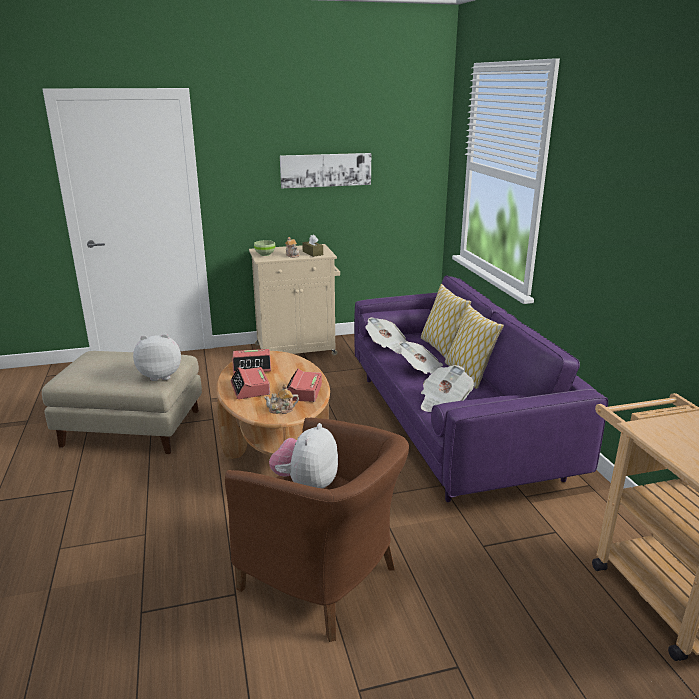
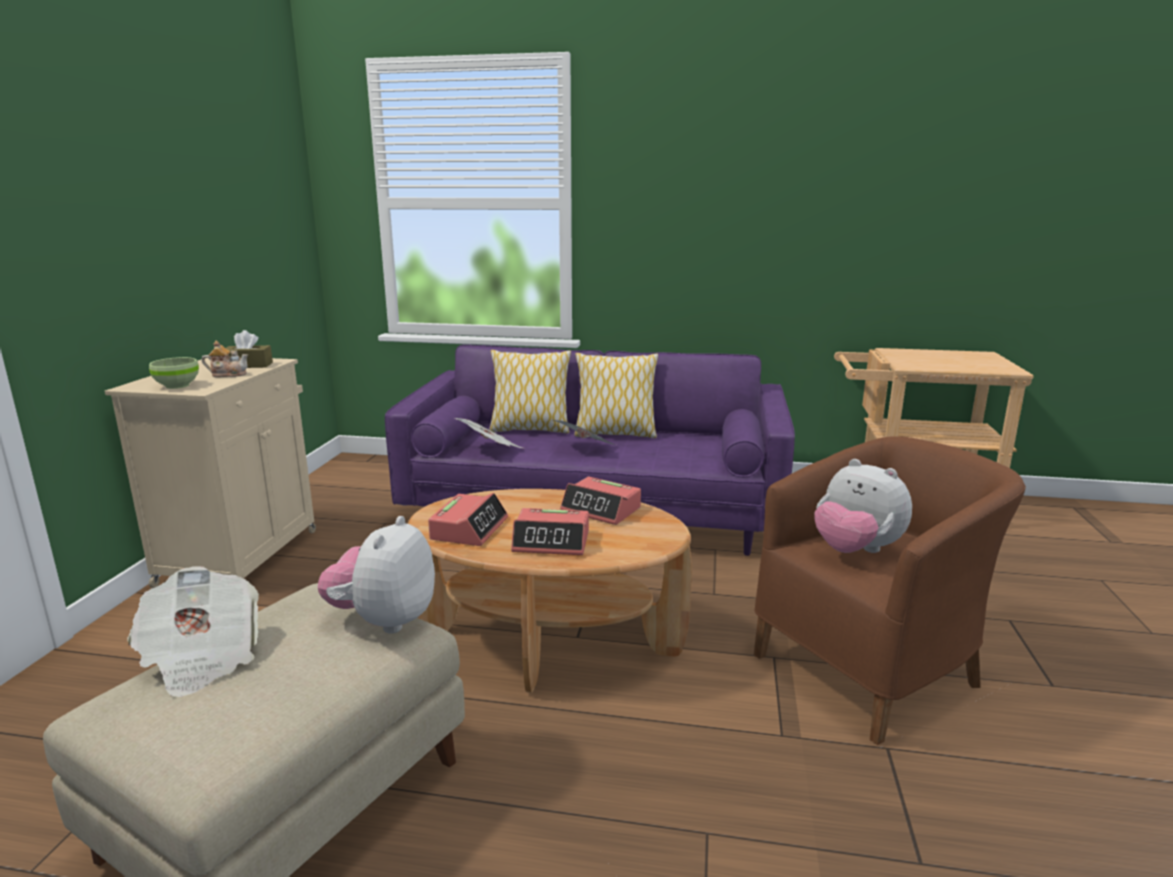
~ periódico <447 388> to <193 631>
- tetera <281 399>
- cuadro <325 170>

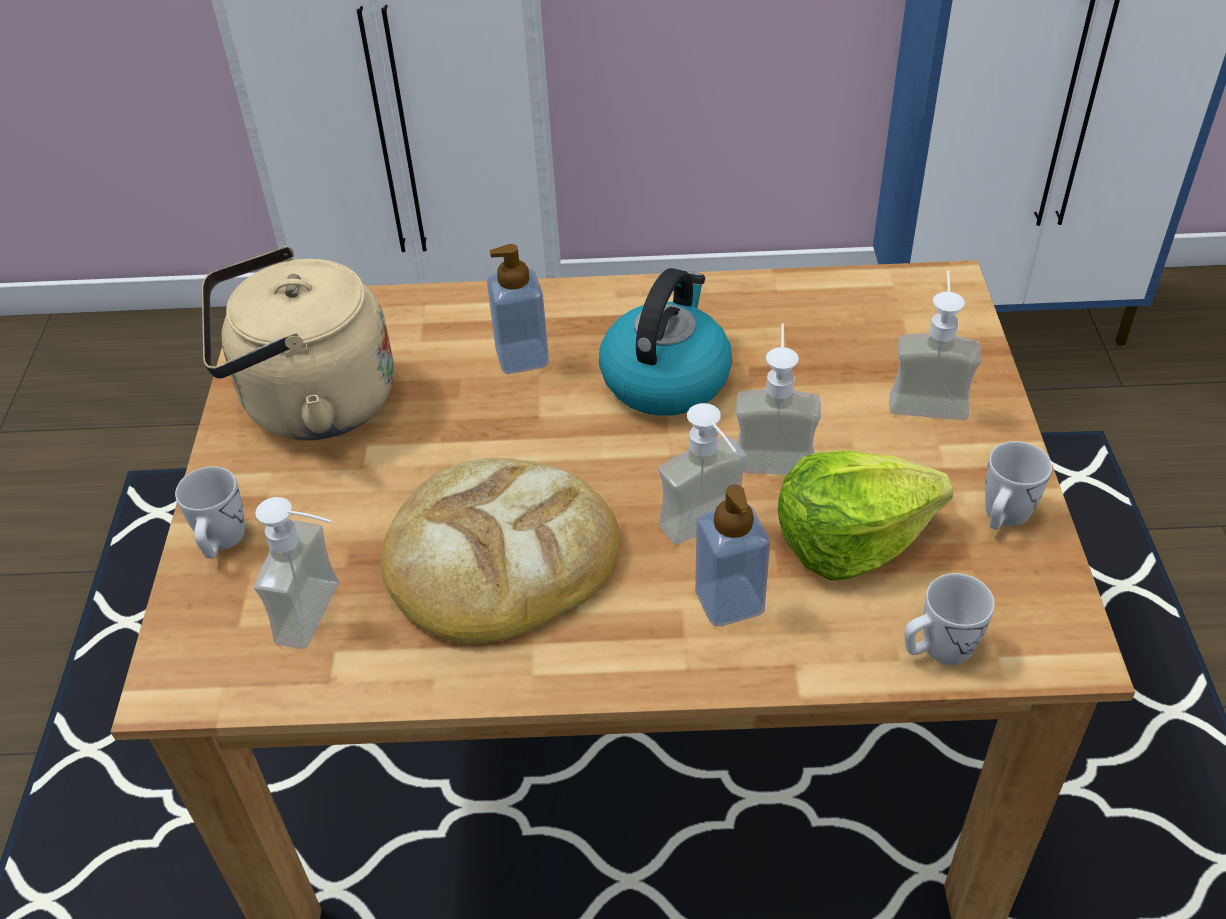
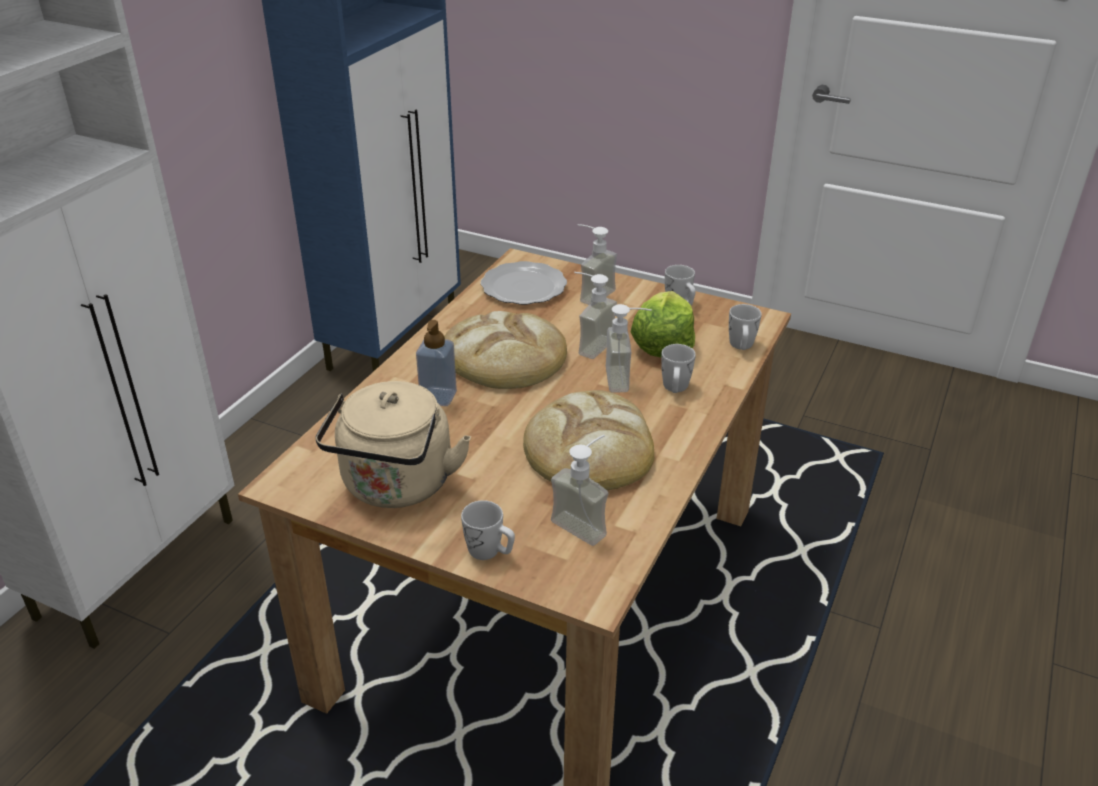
~ hervidor <665 342> to pan <505 350>
+ plato <524 283>
~ dispensador de jabón <732 555> to taza grande [blanco] <678 368>

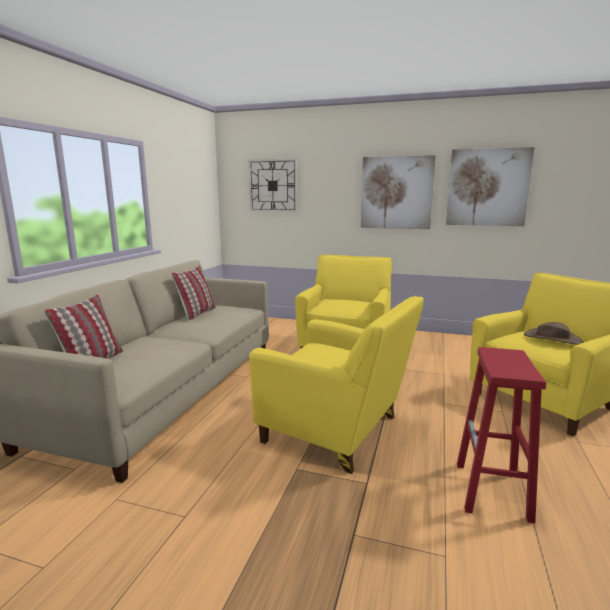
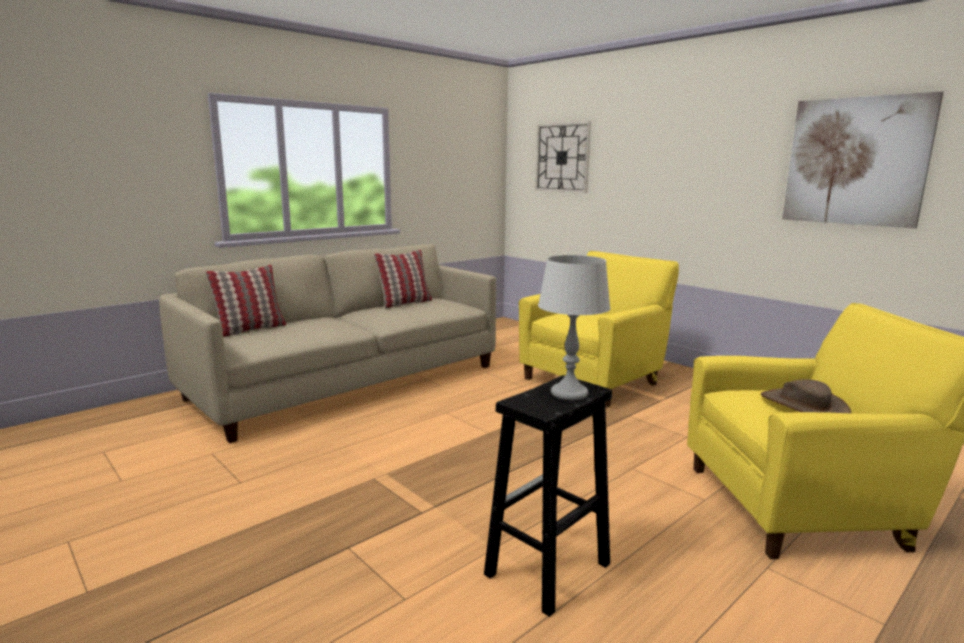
~ taburete [rojo] <501 435> to taburete [negro] <548 496>
+ lámpara de mesa [gris] <574 327>
- sillón [amarillo] <336 385>
- cuadro <398 192>

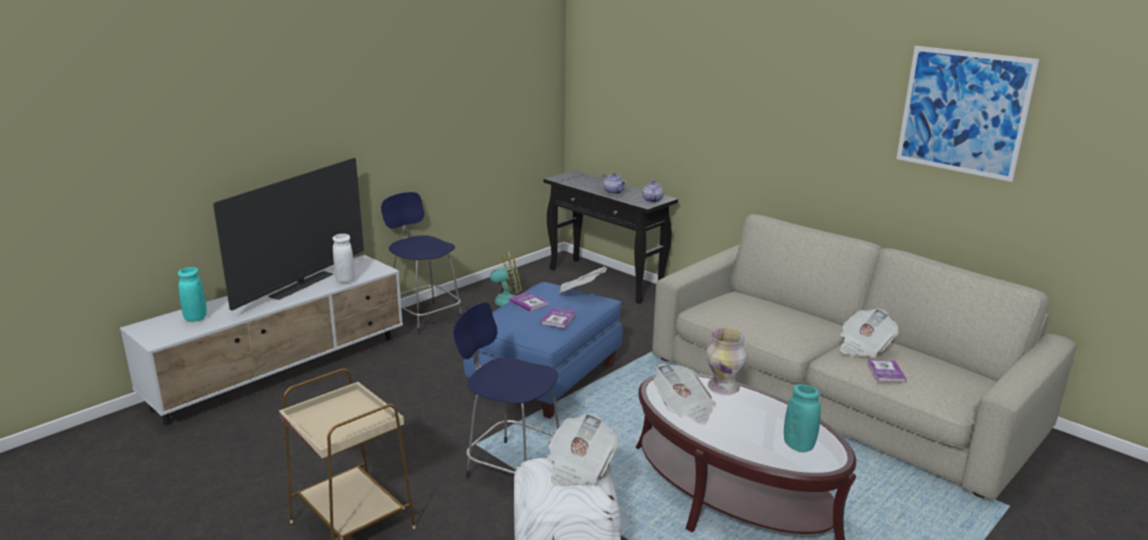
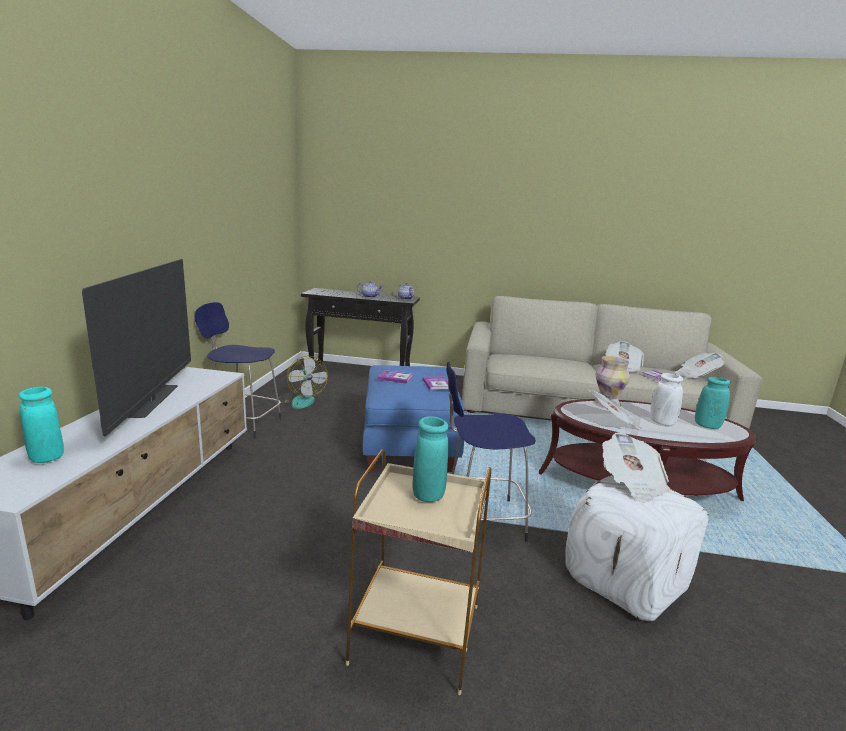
~ ventilador <500 278> = <301 382> 105 degrees clockwise
+ florero [turquesa] <431 459>
~ florero [blanco] <344 258> to <666 399>
~ periódico <583 279> to <699 365>
- cuadro <968 114>

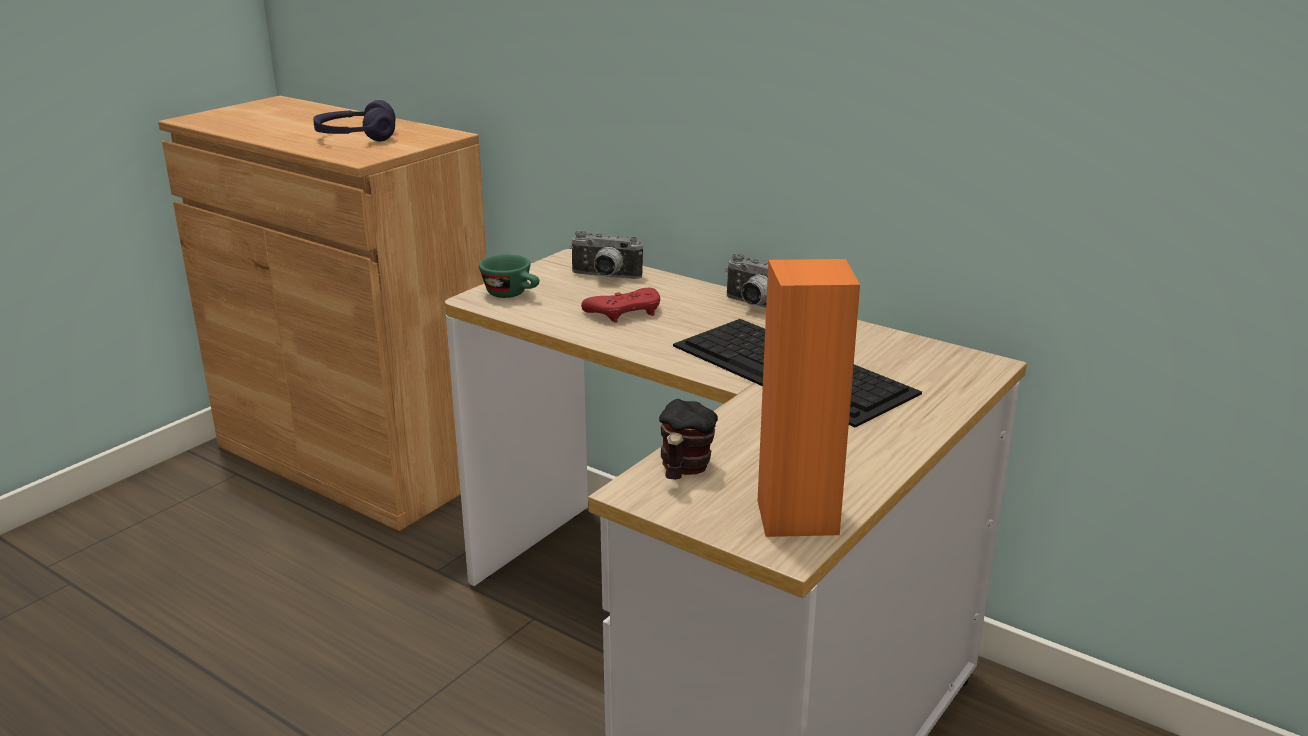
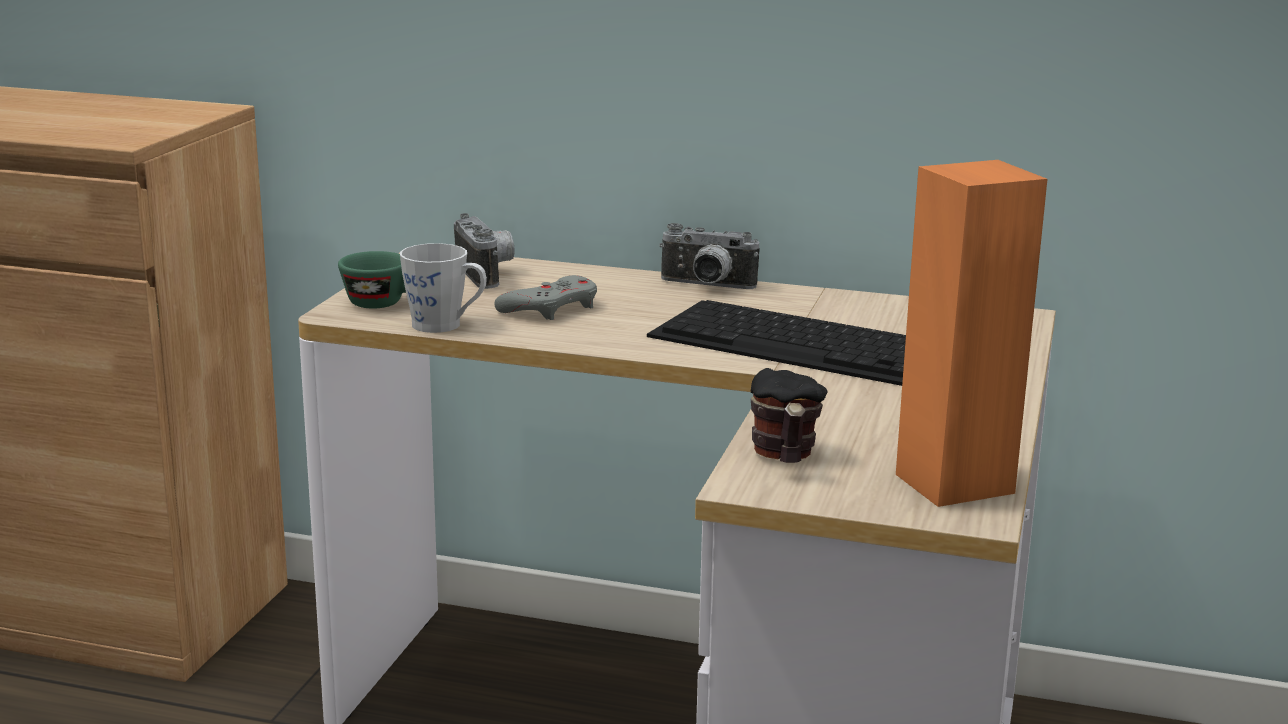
+ taza grande [gris] <443 288>
~ cámara <606 255> = <484 251> 105 degrees counterclockwise
~ mando de consola [rojo] <620 305> to mando de consola [gris] <545 297>
- auriculares [morado] <354 120>

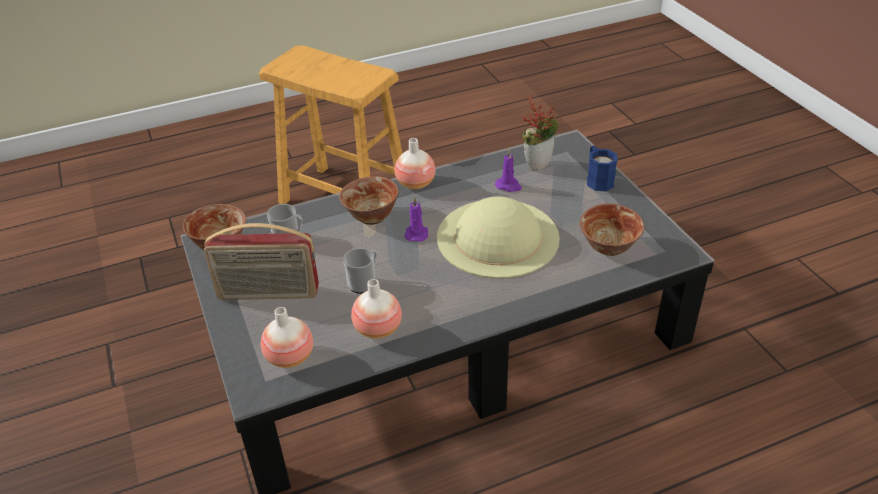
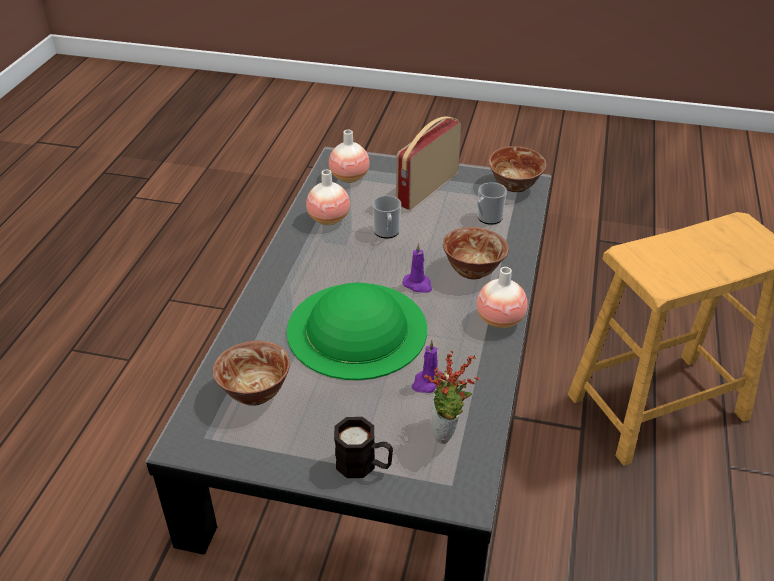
~ sombrero [beis] <498 237> to sombrero [verde] <357 331>
~ taza grande [azul] <602 168> to taza grande [negro] <363 447>

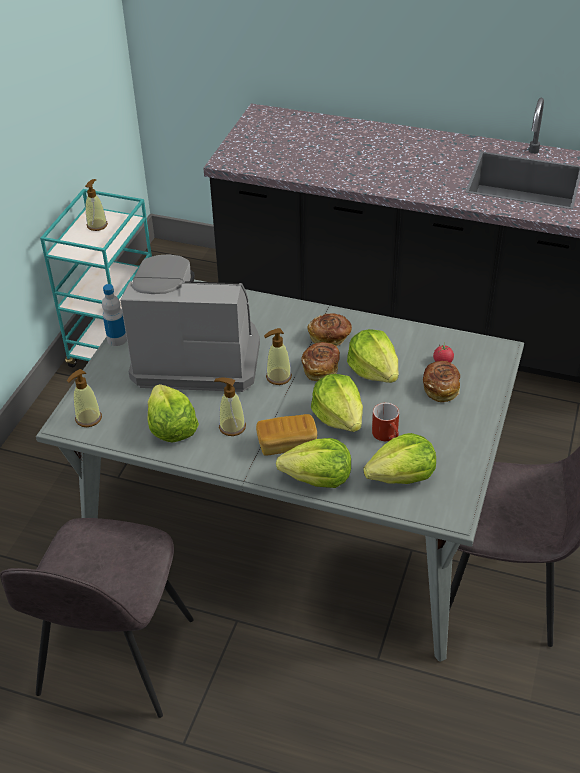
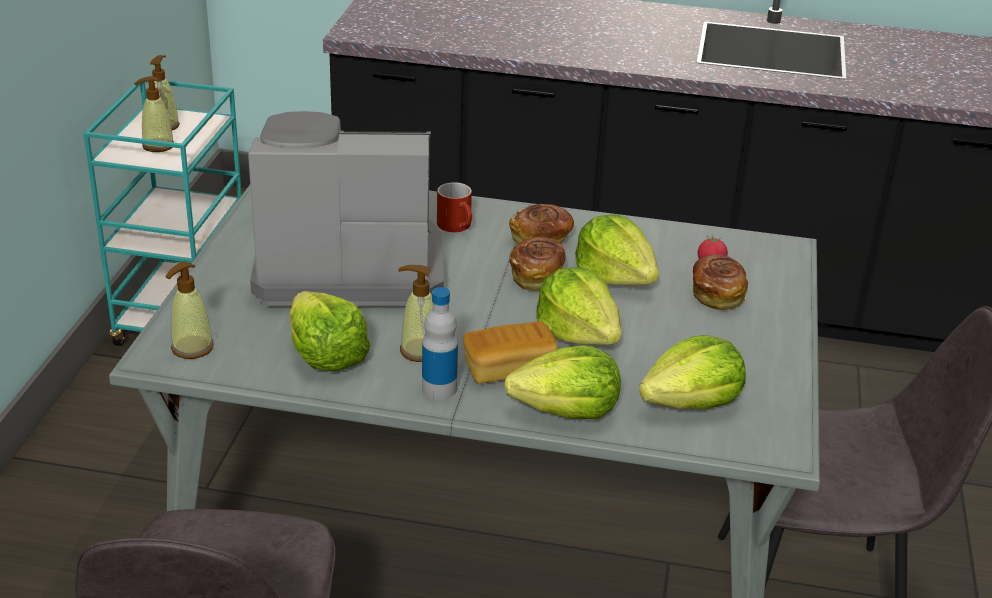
~ dispensador de jabón <278 356> to <154 114>
~ botella <114 315> to <440 343>
~ taza grande [rojo] <385 422> to <454 207>

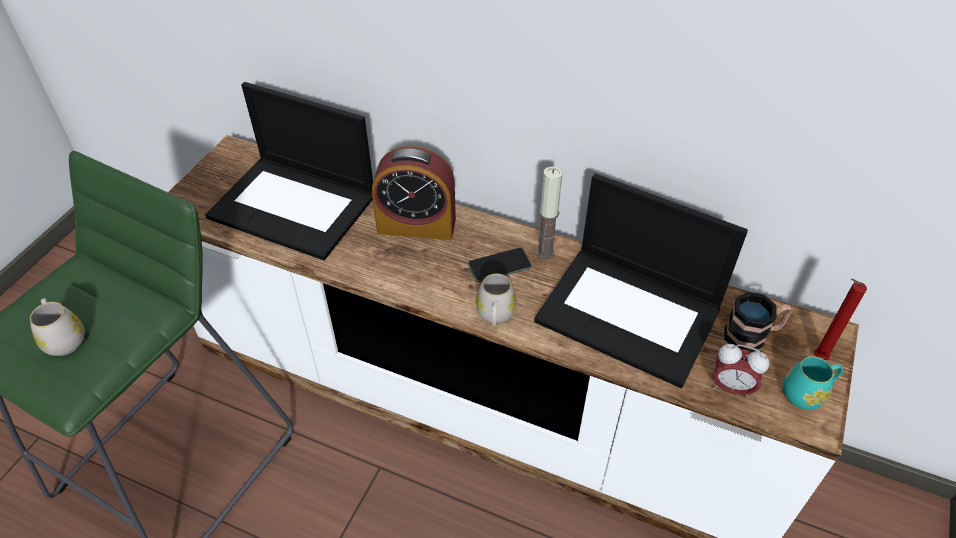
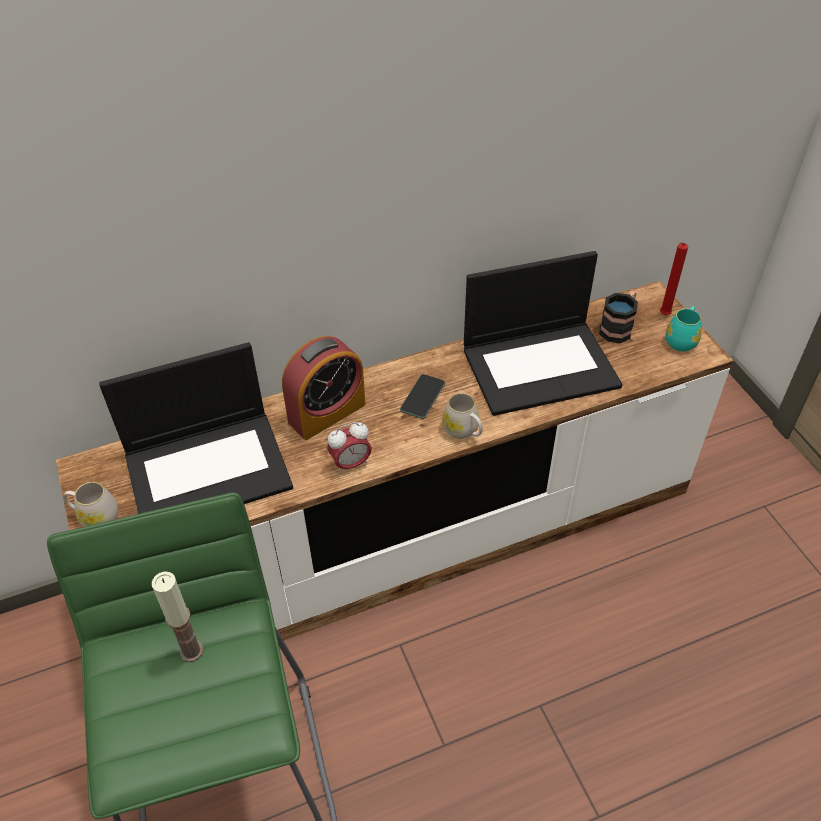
~ taza grande [blanco] <57 327> to <90 504>
~ vela <549 213> to <177 616>
~ despertador <741 371> to <349 448>

